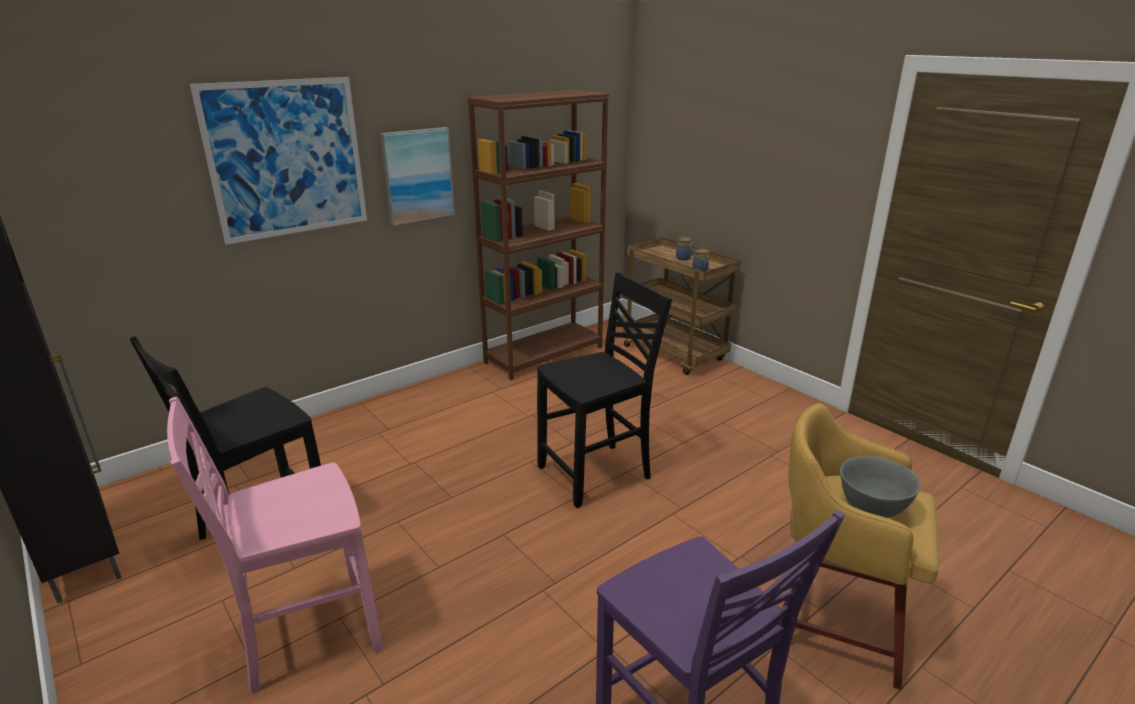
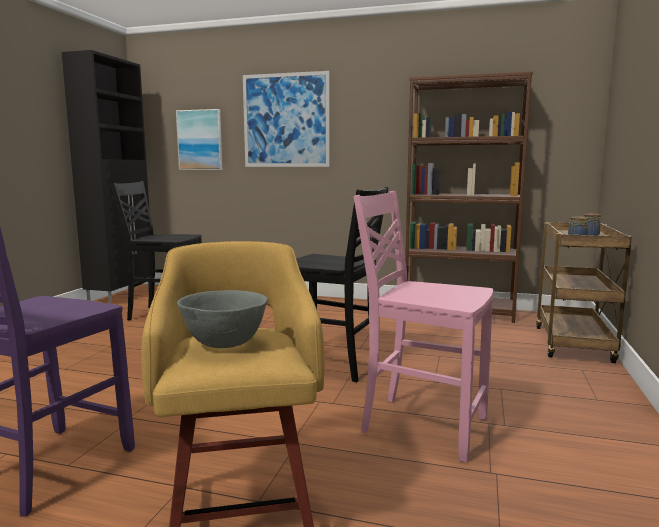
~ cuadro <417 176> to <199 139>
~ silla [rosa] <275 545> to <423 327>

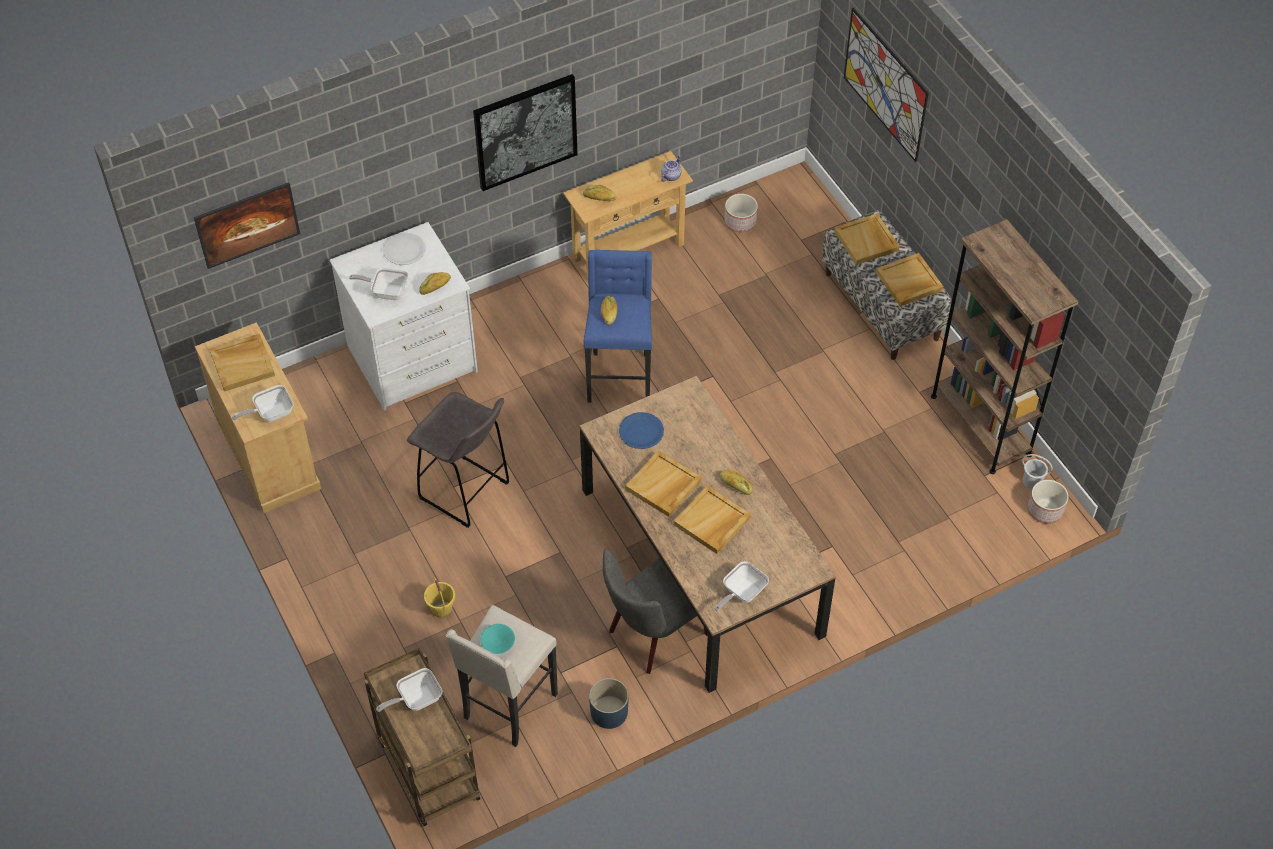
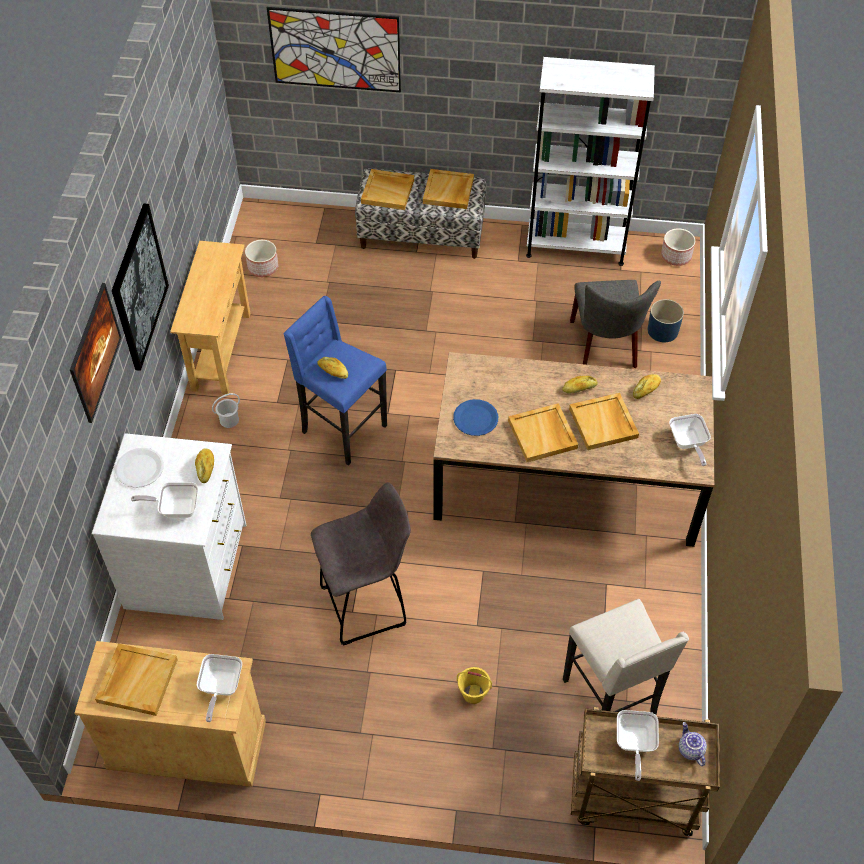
~ cuadro <247 225> to <96 353>
~ sartén <379 284> = <164 500> 45 degrees clockwise
~ cubo [blanco] <1037 471> to <226 410>
~ estantería [marrón] <1005 346> to estantería [blanco] <590 161>
~ silla [gris] <655 611> to <615 324>
~ pan <599 193> to <647 386>
~ maceta [azul] <608 703> to <666 320>
~ tetera <671 168> to <693 744>
- cuenco [turquesa] <498 639>

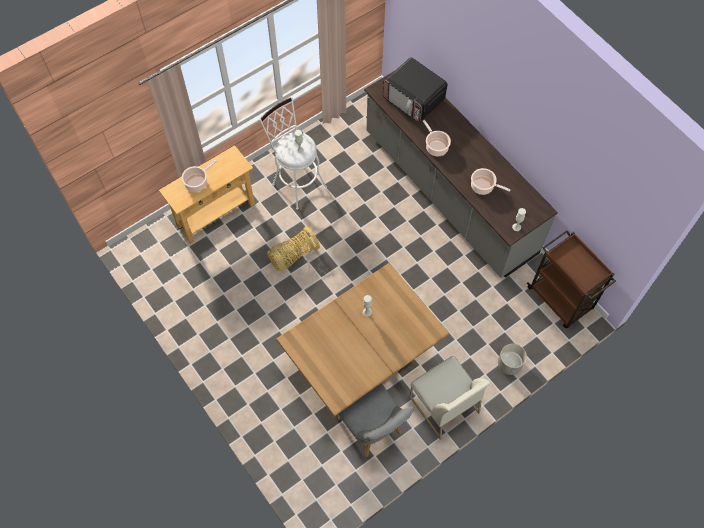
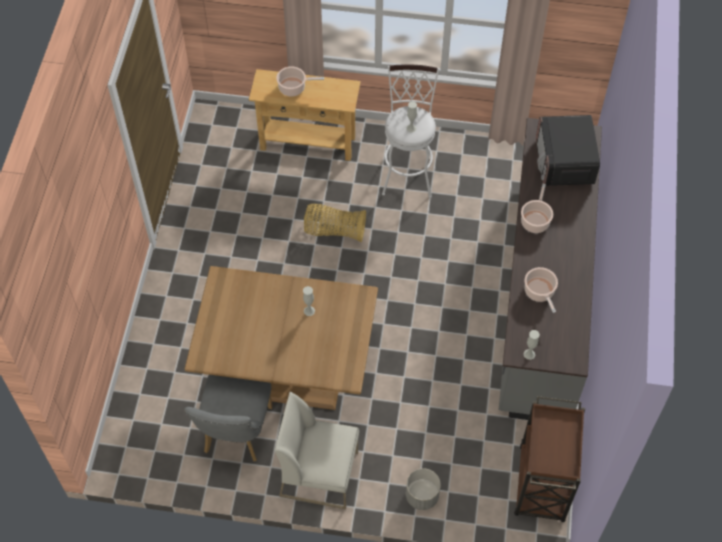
~ silla [blanco] <450 398> = <316 450> 90 degrees clockwise

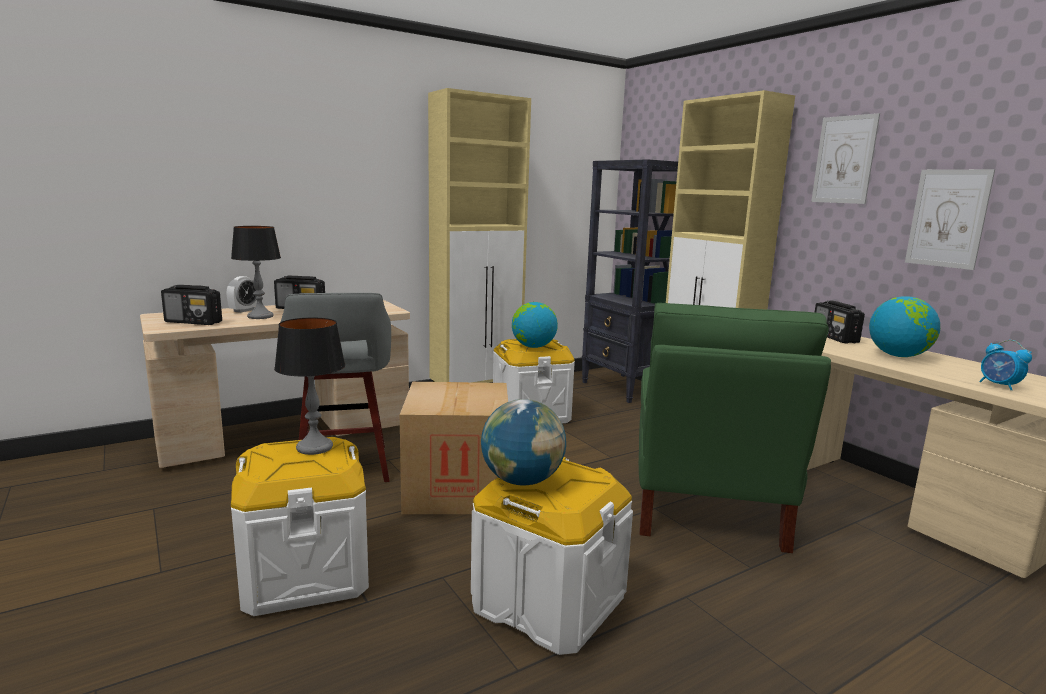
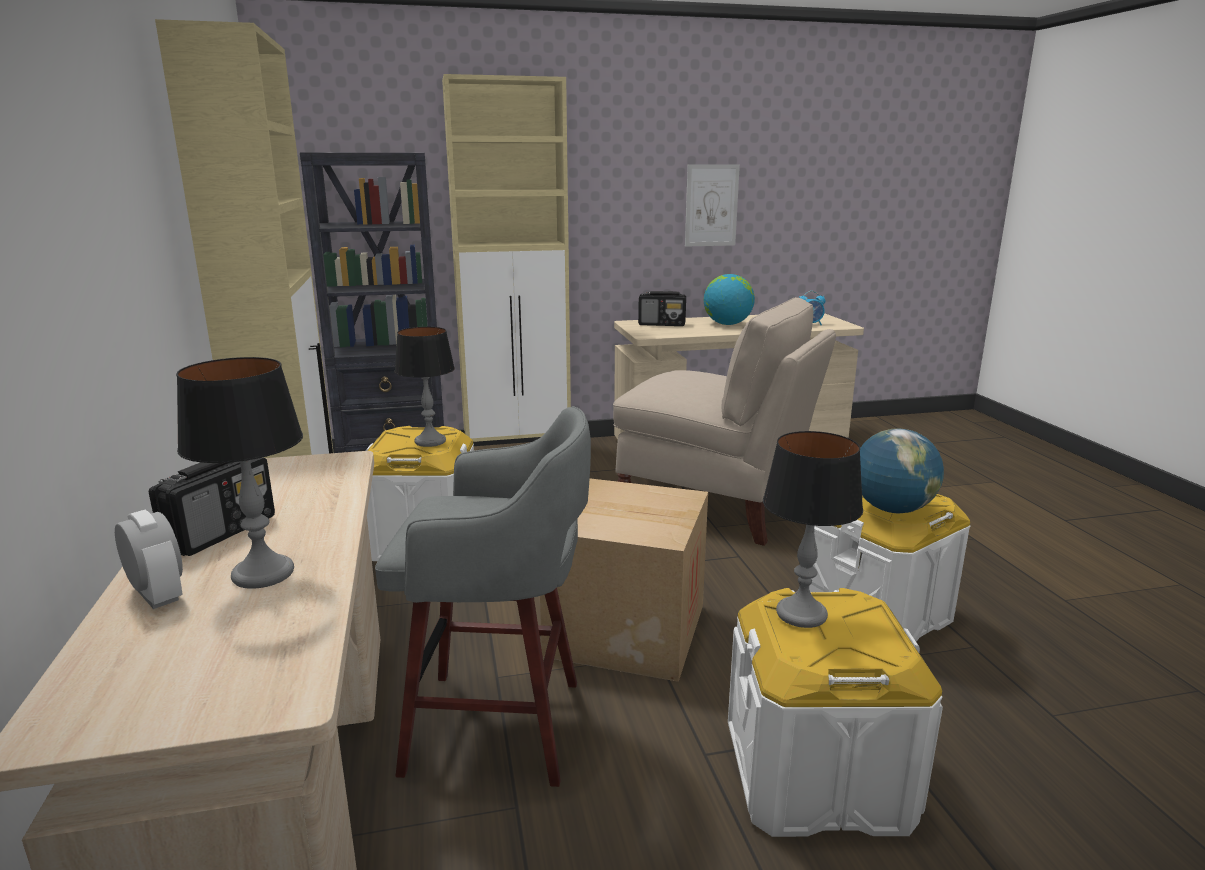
~ globo terráqueo <535 325> to lámpara de mesa <424 387>
~ silla [verde] <735 428> to silla [beis] <724 421>
- radio <191 305>
- cuadro <845 158>

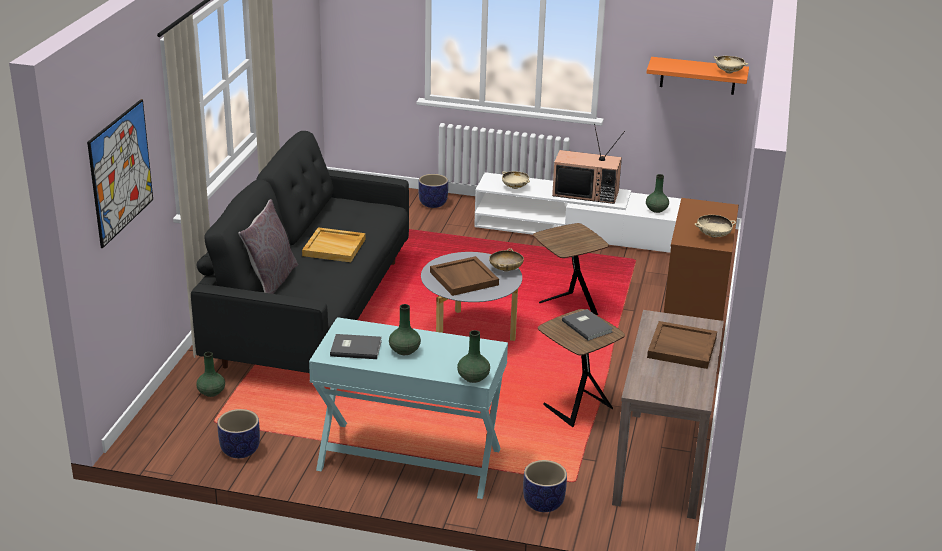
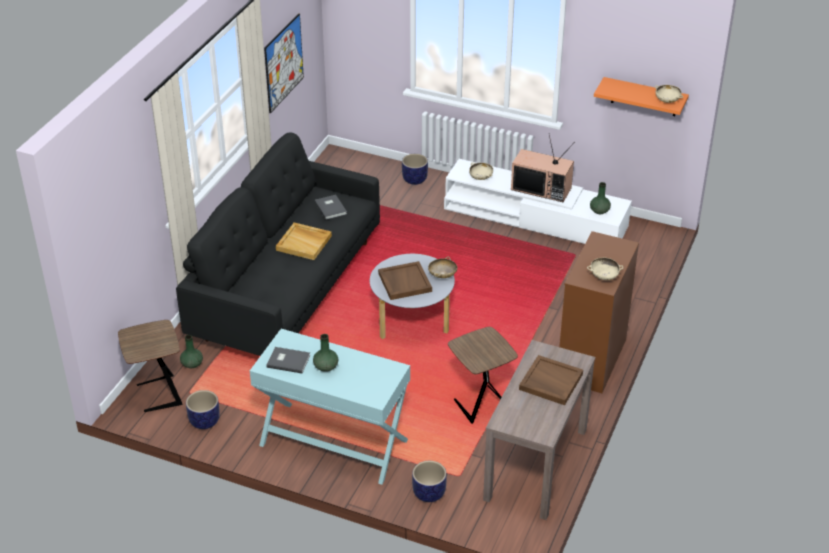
~ mesa auxiliar [marrón] <571 269> to <150 366>
~ cuadro <120 173> to <284 63>
~ libro [gris] <587 325> to <330 207>
- cojín [gris] <268 246>
- florero [verde] <473 356>

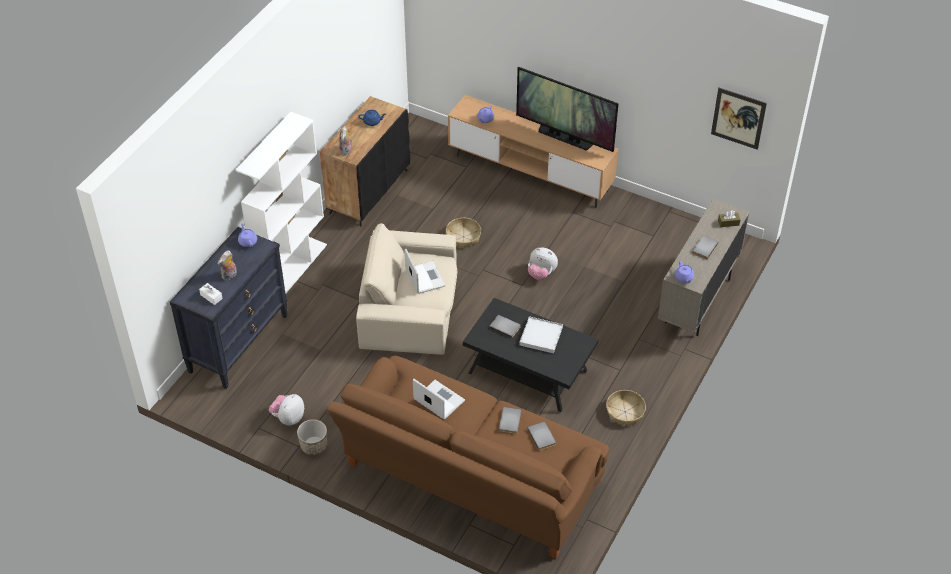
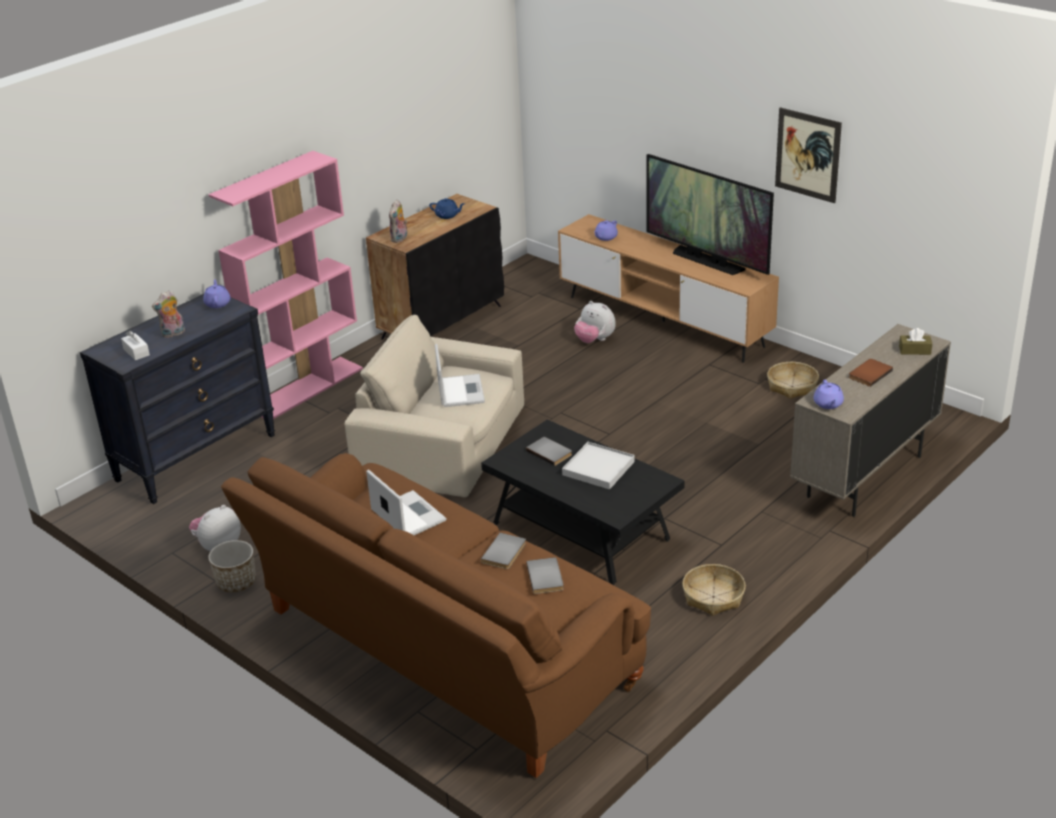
~ estantería [blanco] <281 203> to estantería [rosa] <285 285>
~ peluche <543 264> to <595 322>
~ cesta <463 233> to <793 380>
~ cuadro <739 119> to <808 155>
~ libro [gris] <705 247> to libro [marrón] <870 373>

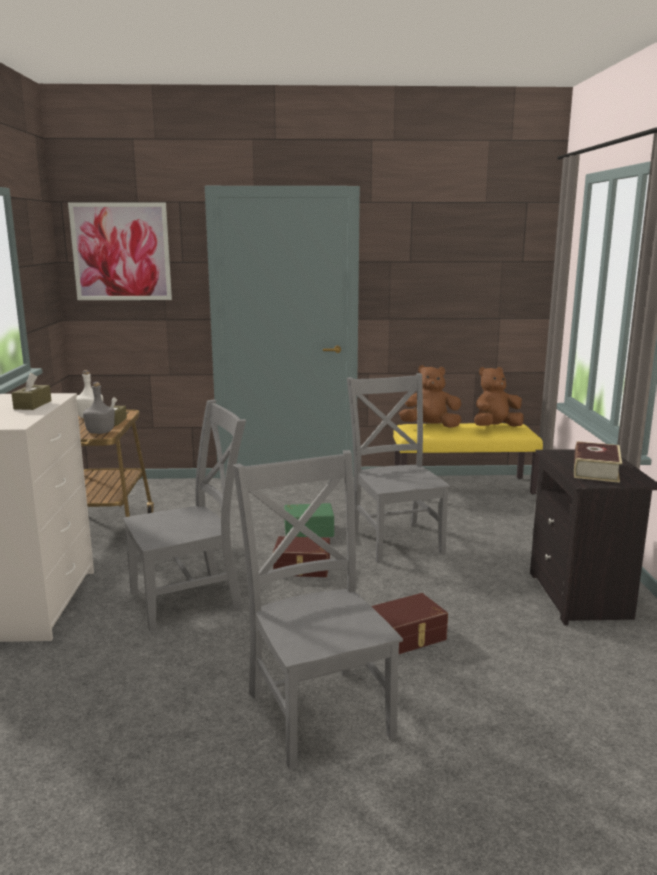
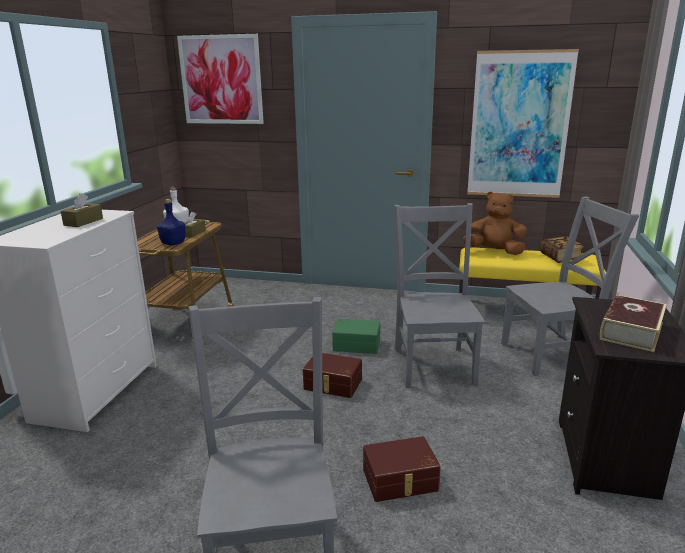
~ botella [gris] <99 408> to botella [azul] <171 222>
+ cuadro <523 123>
~ silla [gris] <184 516> to <570 286>
~ peluche [marrón] <499 397> to libro <562 249>

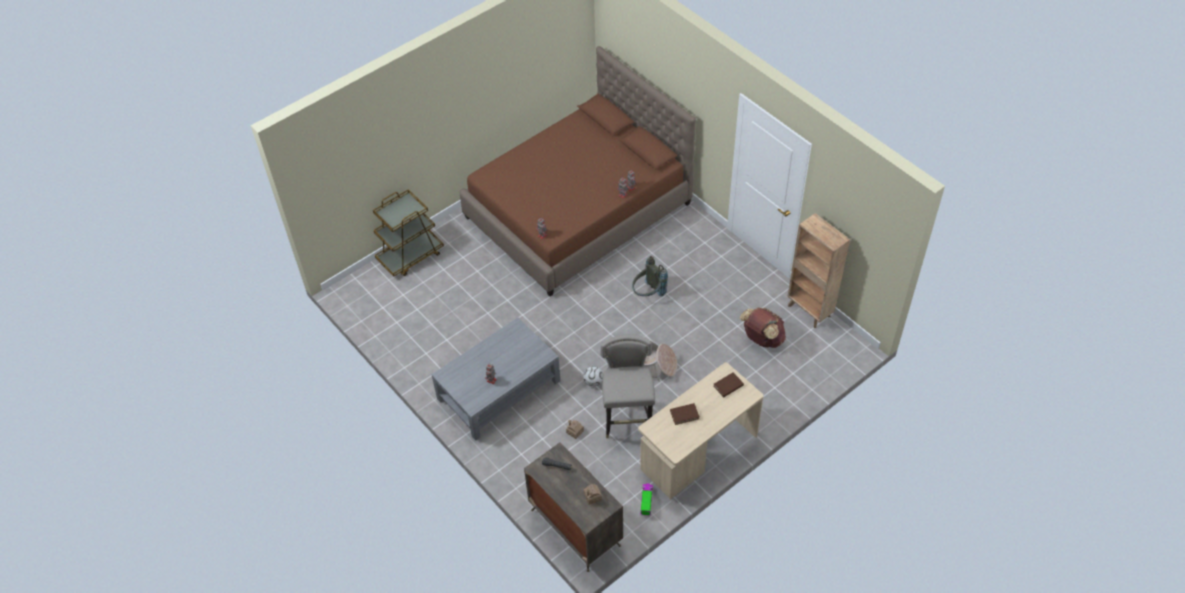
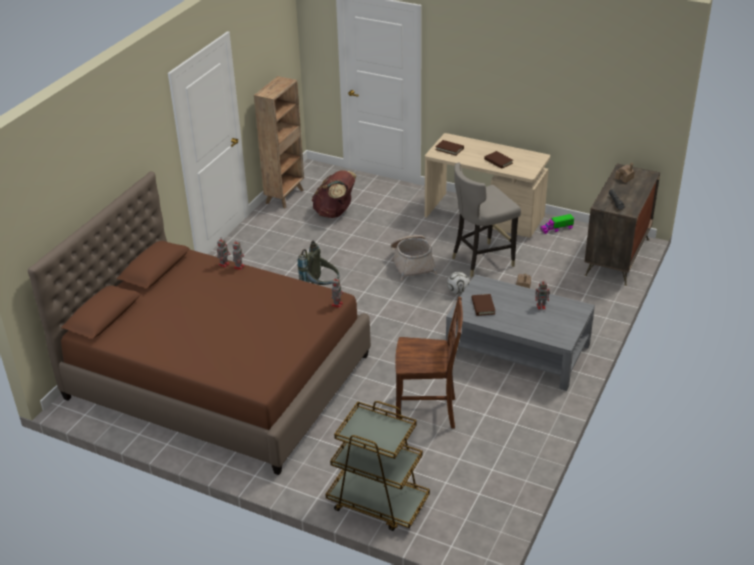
+ silla [marrón] <429 363>
+ libro [marrón] <483 305>

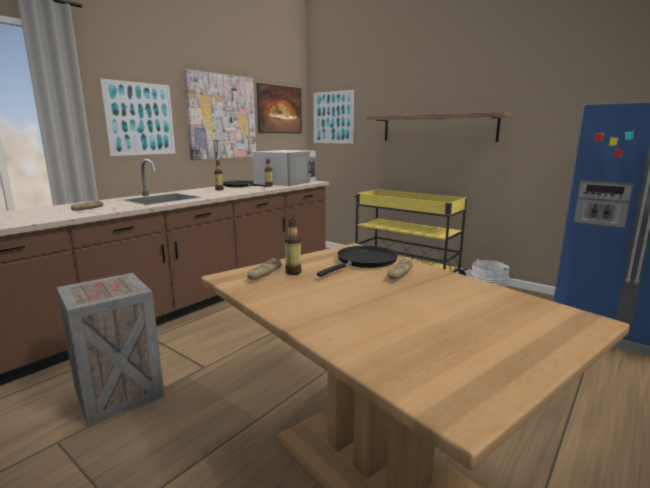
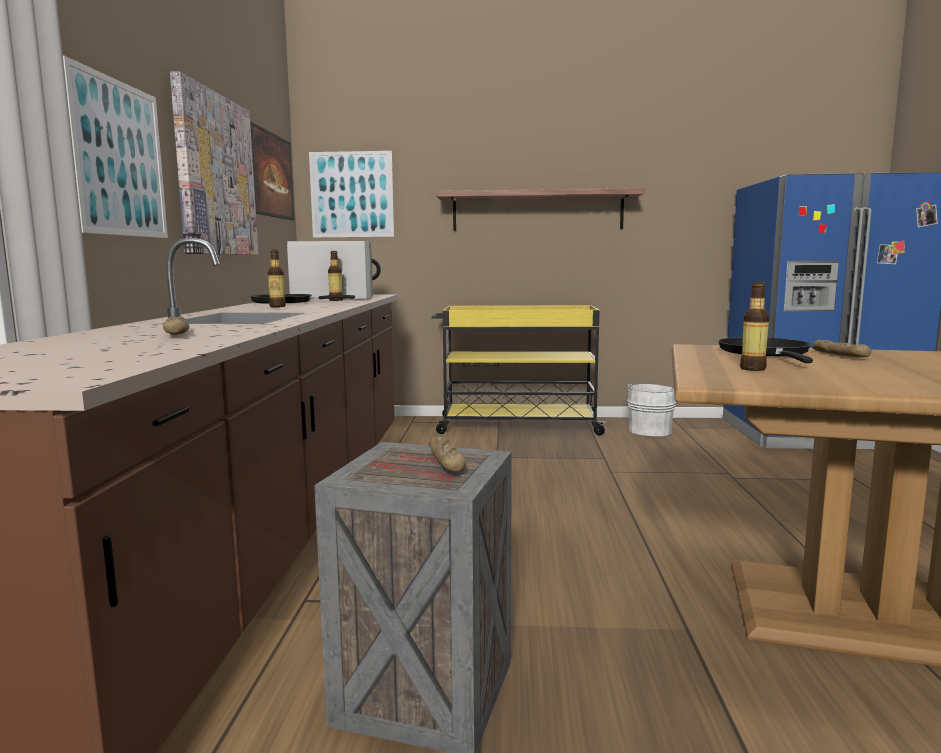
~ pan <264 269> to <447 454>

